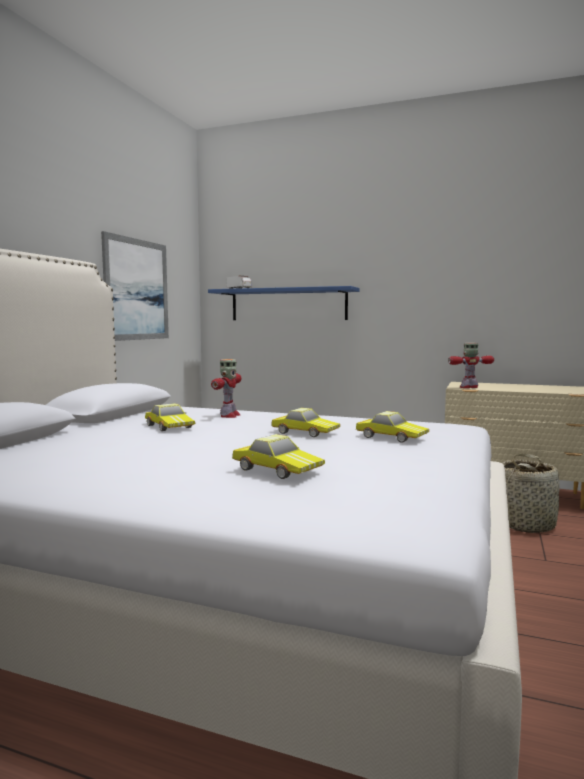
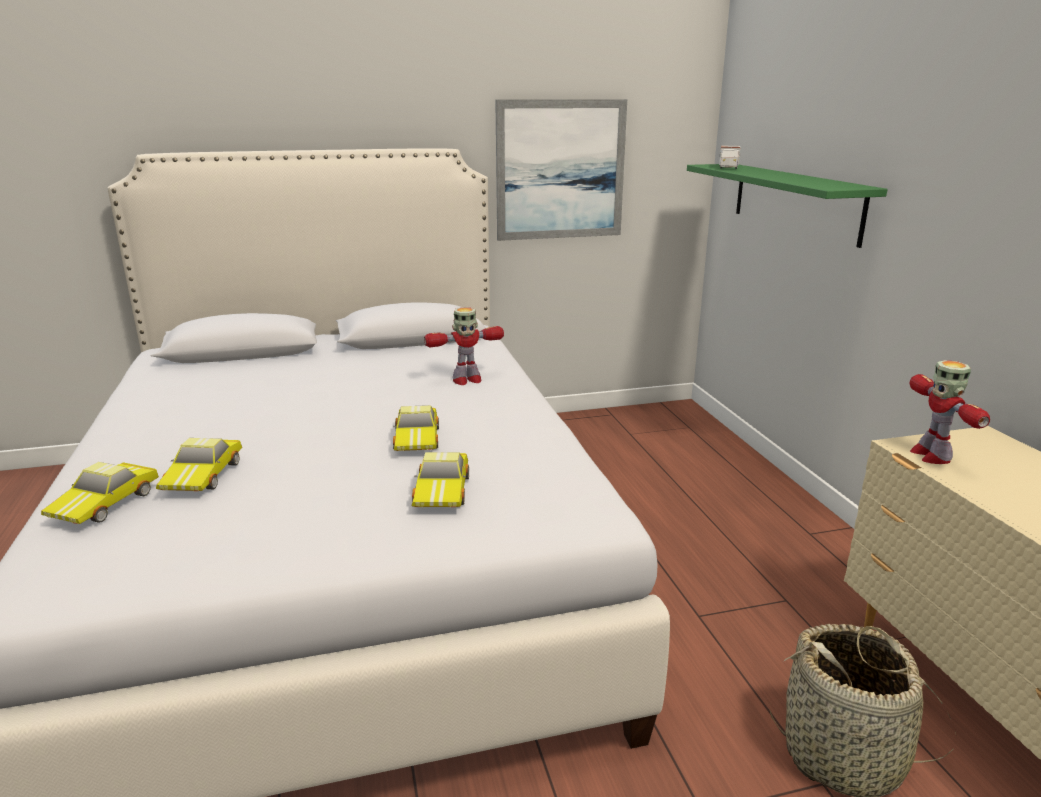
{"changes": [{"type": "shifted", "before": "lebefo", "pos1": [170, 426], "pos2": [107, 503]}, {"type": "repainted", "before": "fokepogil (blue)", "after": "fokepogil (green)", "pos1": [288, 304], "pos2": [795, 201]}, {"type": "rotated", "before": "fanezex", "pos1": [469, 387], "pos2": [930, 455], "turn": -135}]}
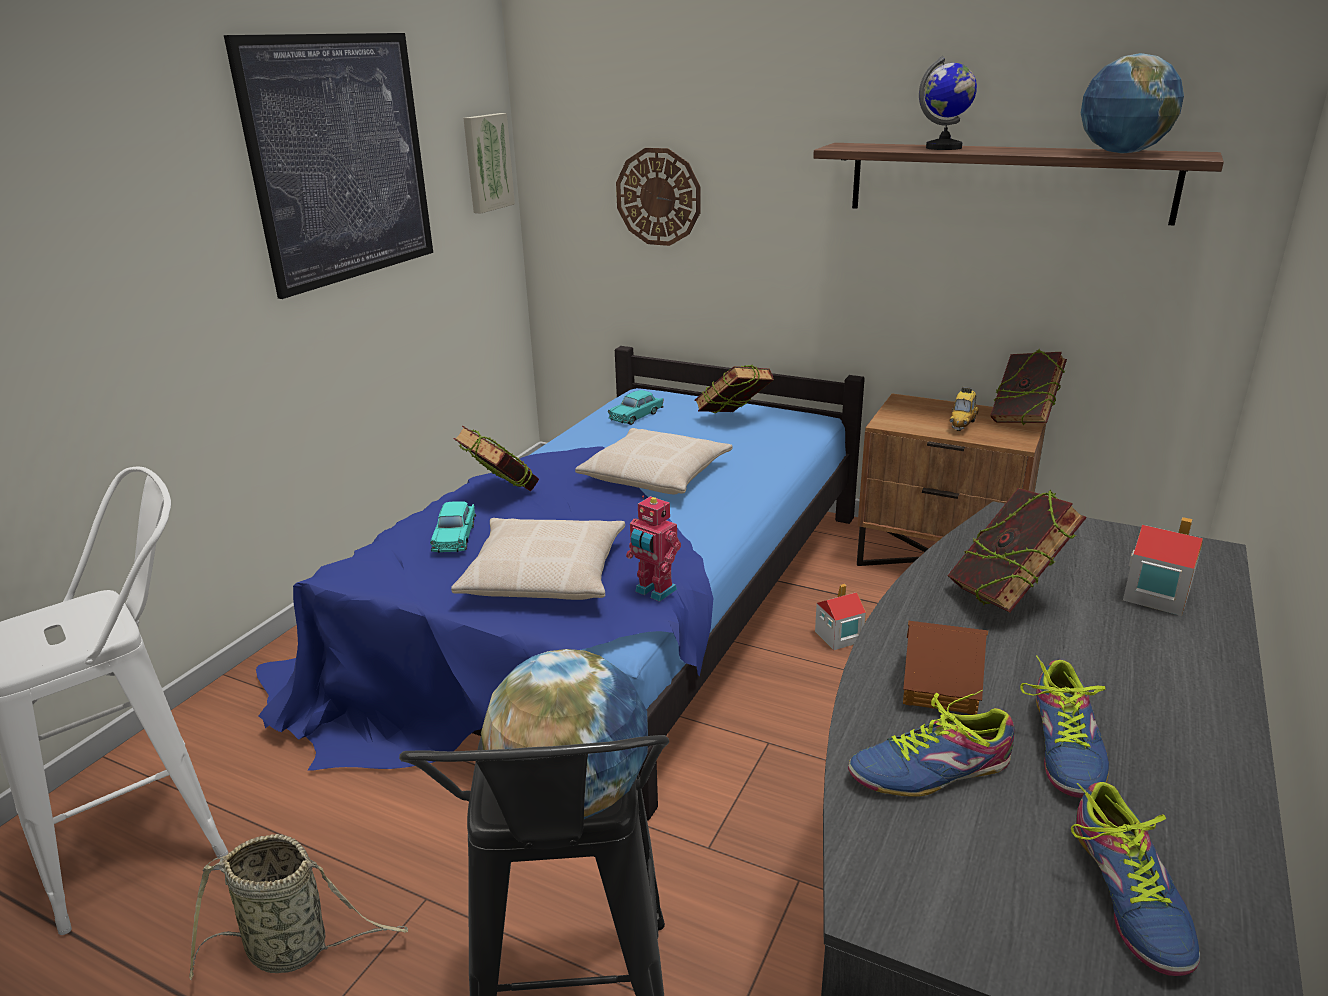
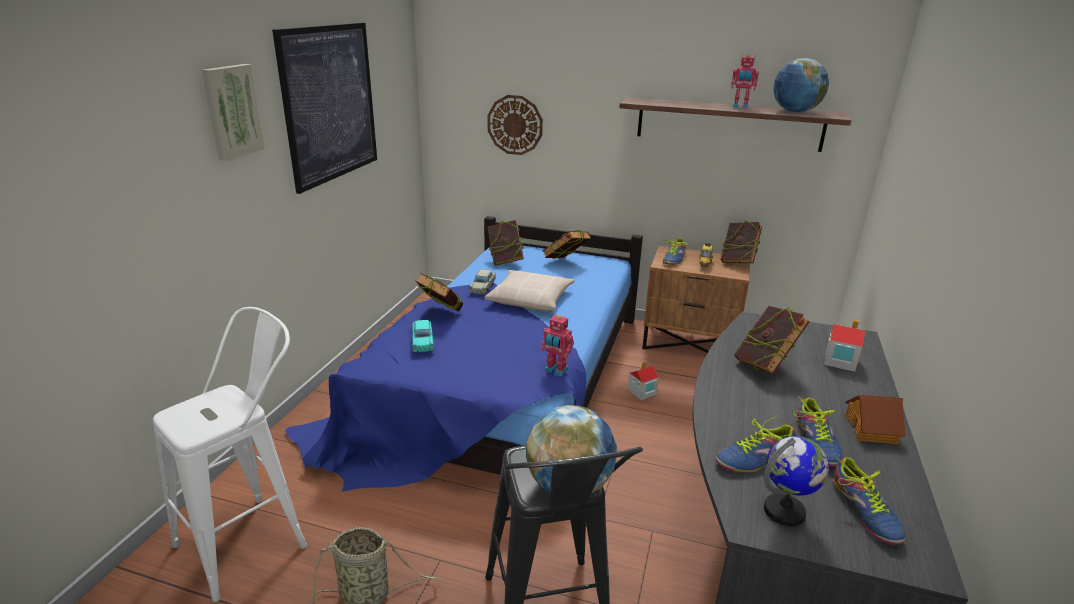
{"changes": [{"type": "gone", "before": "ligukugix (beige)", "pos1": [545, 574]}, {"type": "shifted", "before": "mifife", "pos1": [486, 162], "pos2": [231, 111]}, {"type": "swapped", "before": "lebefo (turquoise)", "after": "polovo", "pos1": [636, 416], "pos2": [505, 261]}, {"type": "shifted", "before": "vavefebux", "pos1": [941, 686], "pos2": [871, 429]}, {"type": "shifted", "before": "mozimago", "pos1": [944, 148], "pos2": [784, 512]}, {"type": "new", "after": "lebefo (beige)", "pos2": [483, 287]}, {"type": "new", "after": "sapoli", "pos2": [674, 259]}, {"type": "new", "after": "fanezex", "pos2": [740, 107]}]}
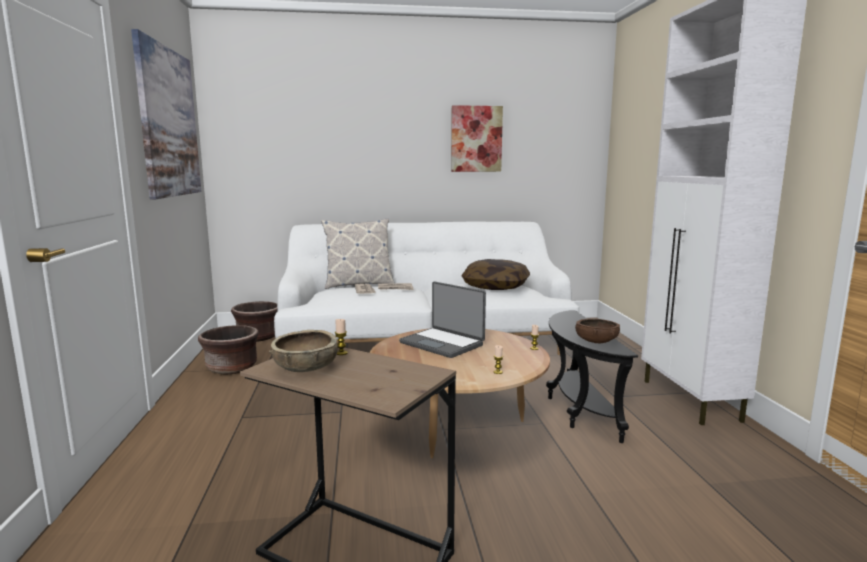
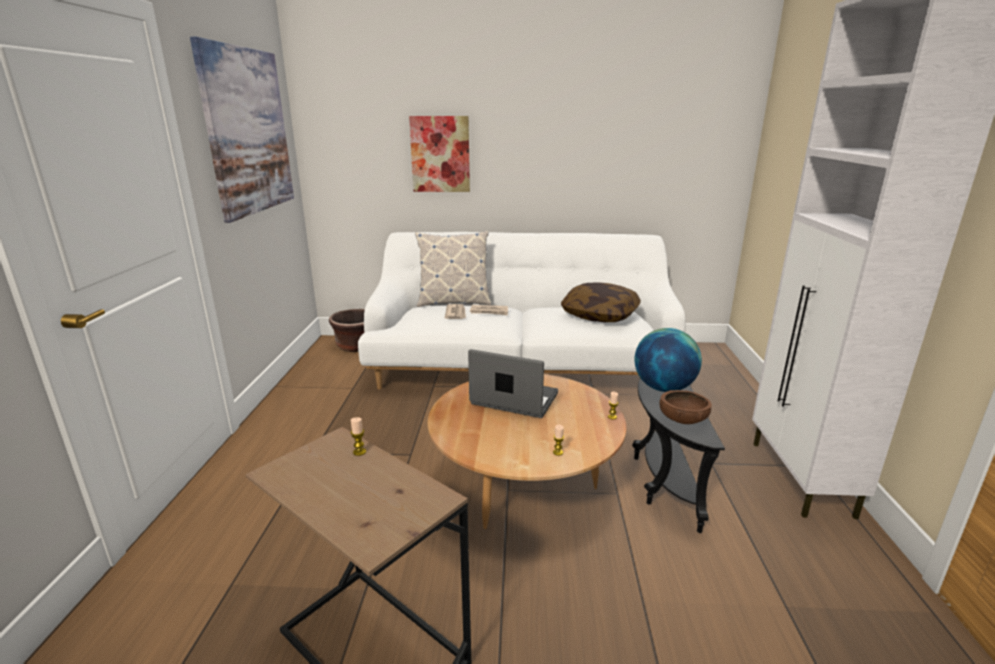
{"changes": [{"type": "gone", "before": "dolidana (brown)", "pos1": [231, 368]}, {"type": "gone", "before": "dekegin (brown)", "pos1": [305, 368]}, {"type": "rotated", "before": "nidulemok", "pos1": [443, 343], "pos2": [513, 400], "turn": 150}, {"type": "shifted", "before": "mifife", "pos1": [476, 139], "pos2": [440, 154]}, {"type": "new", "after": "mozimago", "pos2": [663, 388]}]}
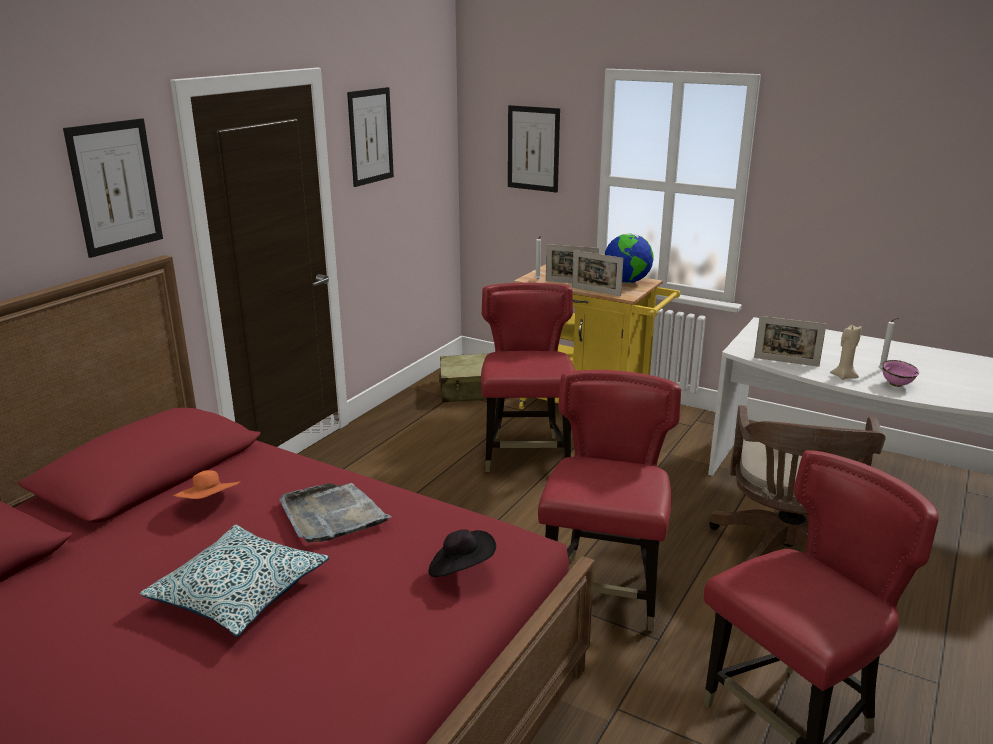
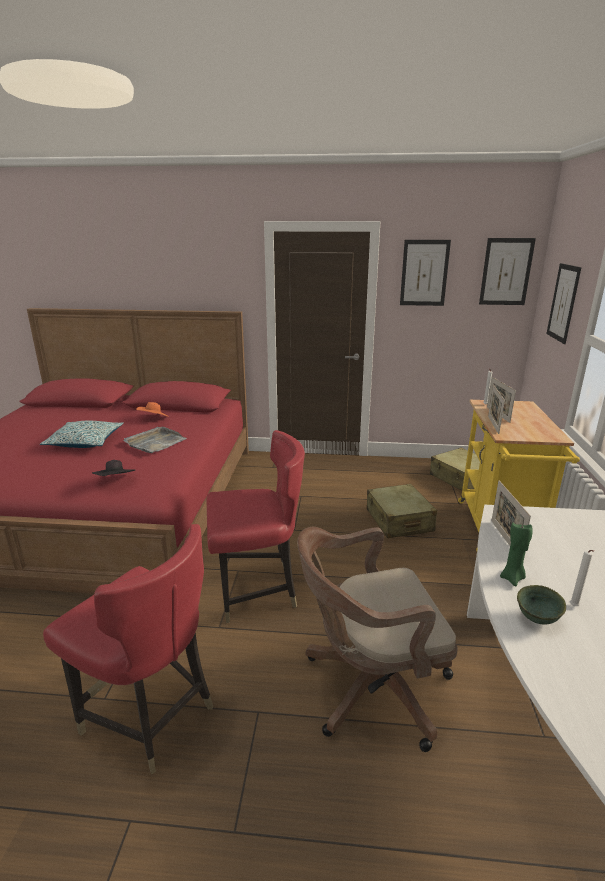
{"changes": [{"type": "shifted", "before": "mifife", "pos1": [115, 187], "pos2": [506, 272]}, {"type": "swapped", "before": "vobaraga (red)", "after": "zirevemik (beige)", "pos1": [526, 454], "pos2": [399, 520]}, {"type": "gone", "before": "mozimago", "pos1": [627, 282]}, {"type": "repainted", "before": "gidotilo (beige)", "after": "gidotilo (green)", "pos1": [843, 376], "pos2": [512, 578]}, {"type": "repainted", "before": "dekegin (pink)", "after": "dekegin (green)", "pos1": [896, 384], "pos2": [538, 619]}]}
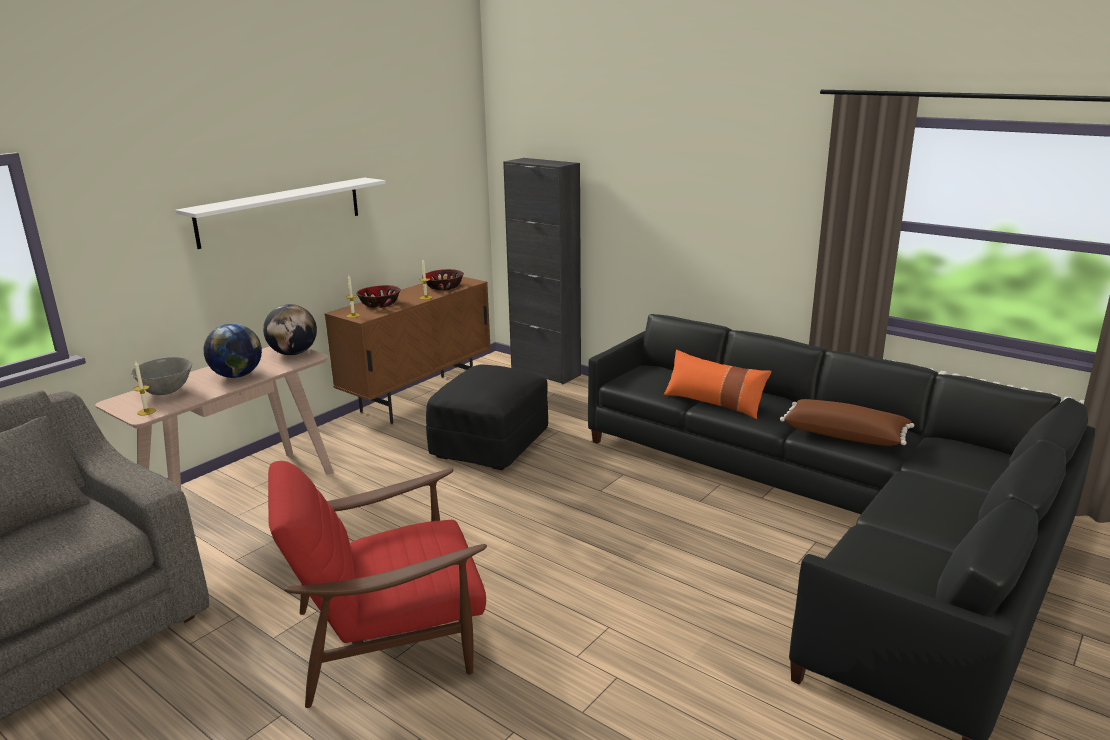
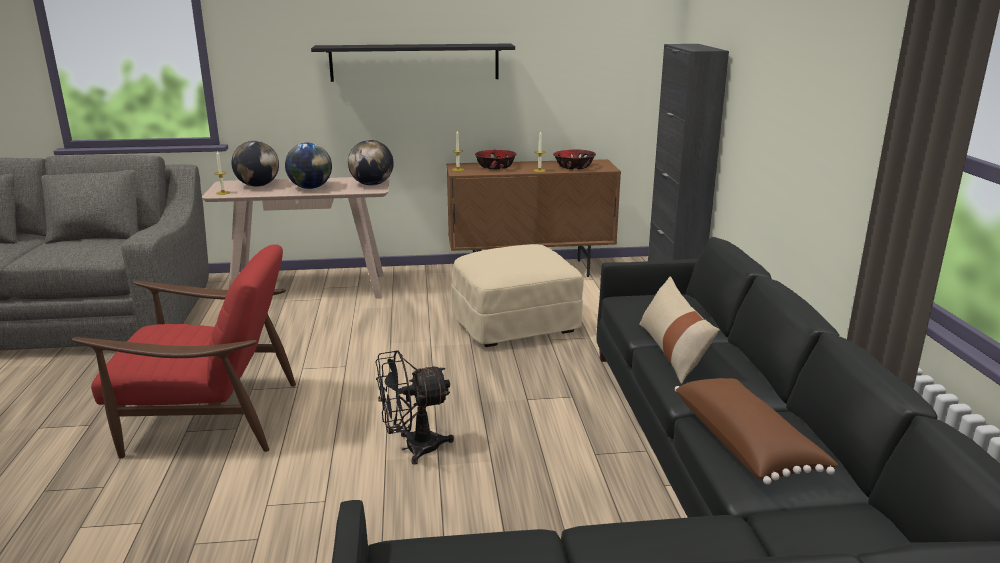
{"changes": [{"type": "swapped", "before": "dekegin (grey)", "after": "mozimago", "pos1": [166, 392], "pos2": [258, 185]}, {"type": "repainted", "before": "fokepogil (white)", "after": "fokepogil (black)", "pos1": [281, 211], "pos2": [414, 62]}, {"type": "rotated", "before": "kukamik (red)", "pos1": [389, 637], "pos2": [207, 417], "turn": 150}, {"type": "repainted", "before": "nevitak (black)", "after": "nevitak (beige)", "pos1": [491, 444], "pos2": [515, 324]}, {"type": "repainted", "before": "ligukugix (orange)", "after": "ligukugix (beige)", "pos1": [714, 402], "pos2": [673, 351]}, {"type": "new", "after": "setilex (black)", "pos2": [413, 448]}]}
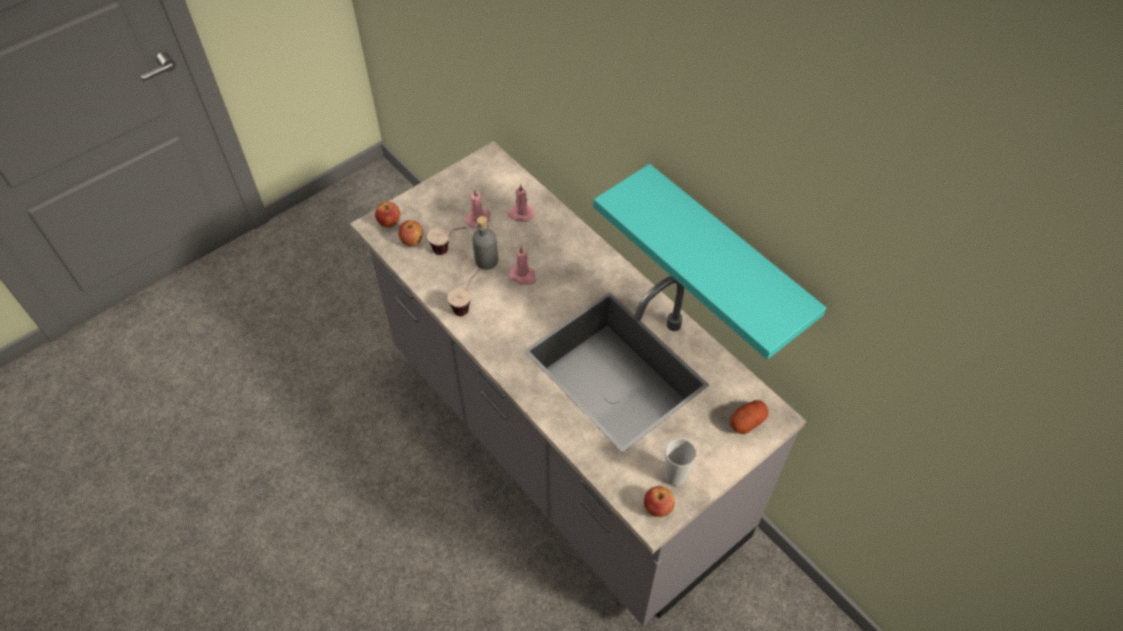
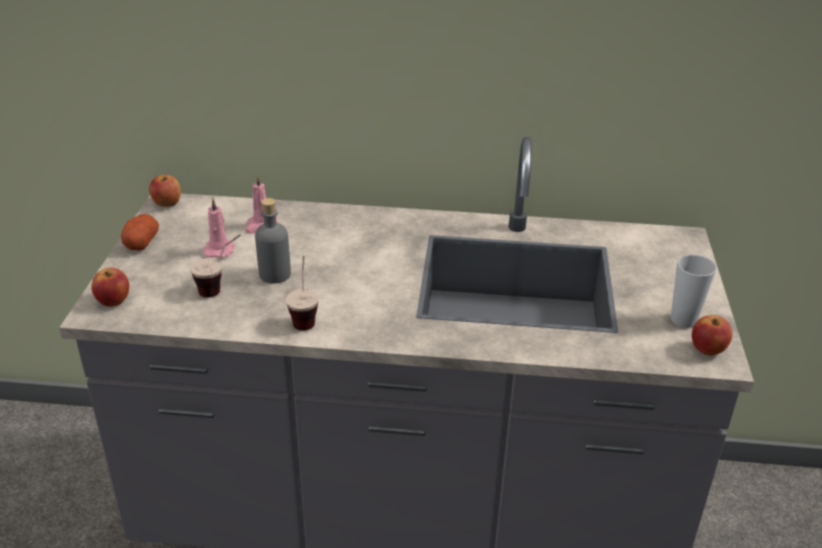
{"changes": [{"type": "shifted", "before": "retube", "pos1": [412, 241], "pos2": [167, 204]}, {"type": "gone", "before": "gidotilo (pink)", "pos1": [523, 276]}, {"type": "gone", "before": "fokepogil (turquoise)", "pos1": [727, 258]}, {"type": "shifted", "before": "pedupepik", "pos1": [747, 421], "pos2": [141, 242]}]}
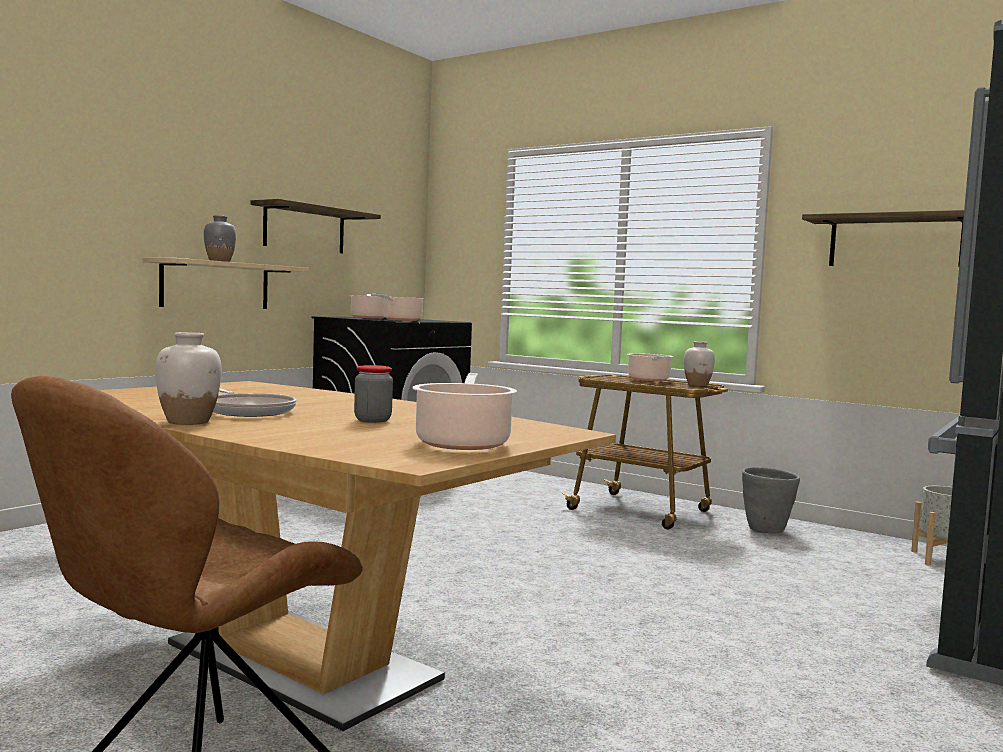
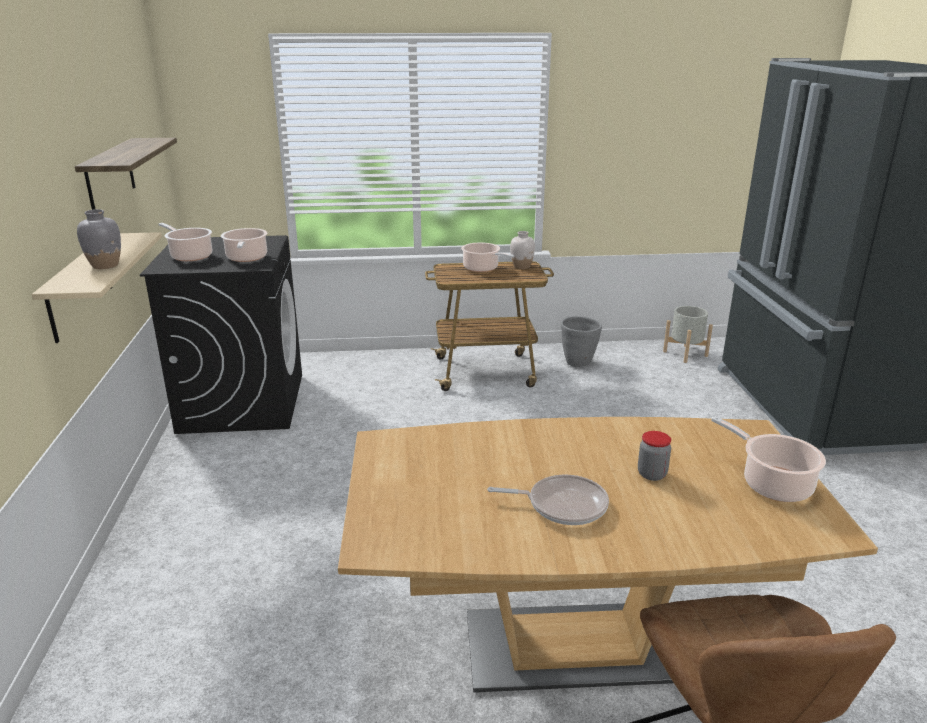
{"changes": [{"type": "gone", "before": "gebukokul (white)", "pos1": [188, 422]}, {"type": "gone", "before": "fokepogil", "pos1": [895, 242]}]}
